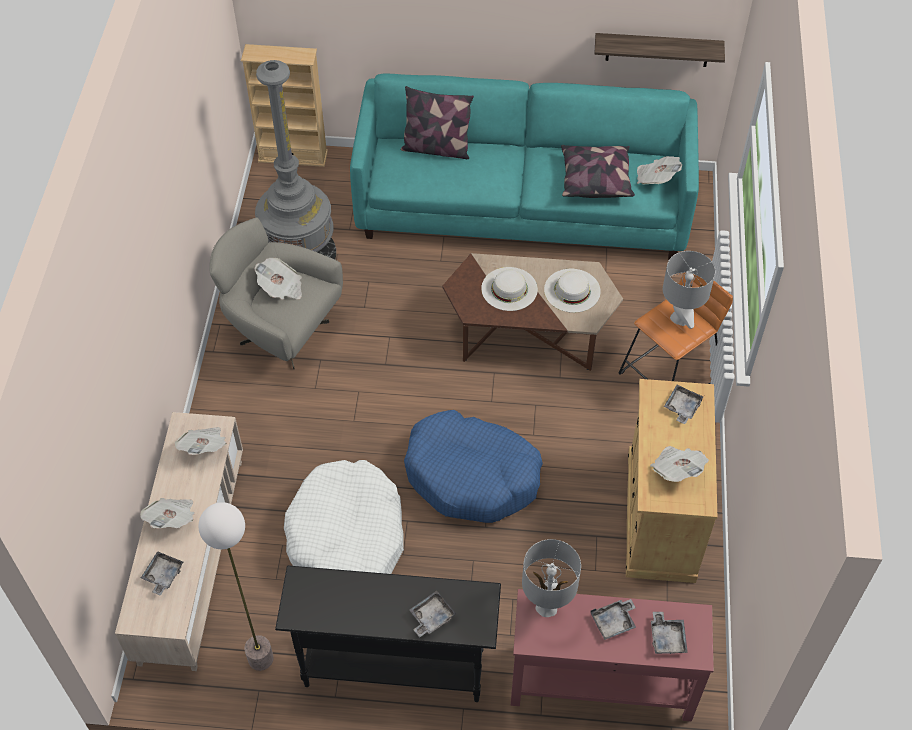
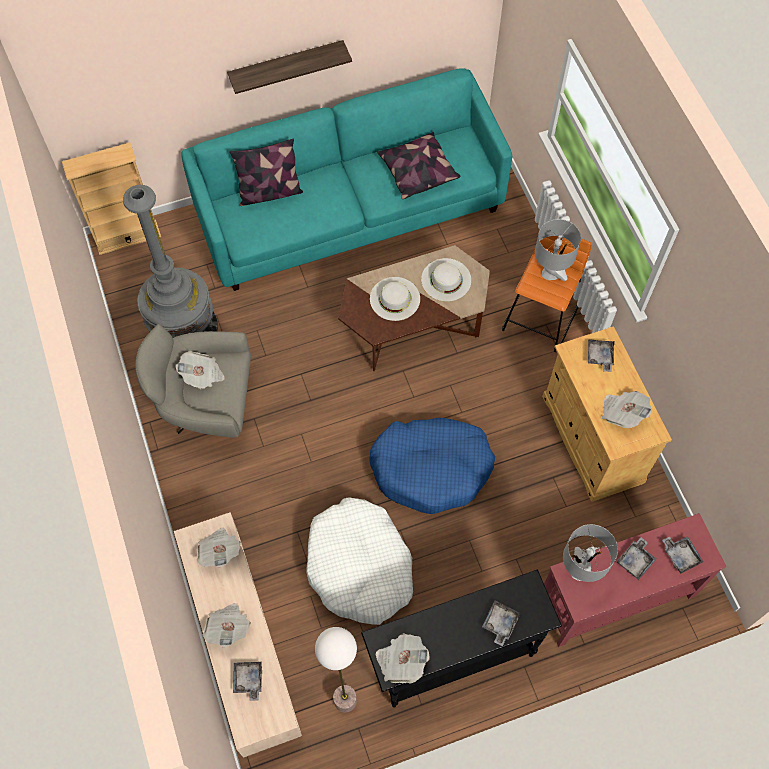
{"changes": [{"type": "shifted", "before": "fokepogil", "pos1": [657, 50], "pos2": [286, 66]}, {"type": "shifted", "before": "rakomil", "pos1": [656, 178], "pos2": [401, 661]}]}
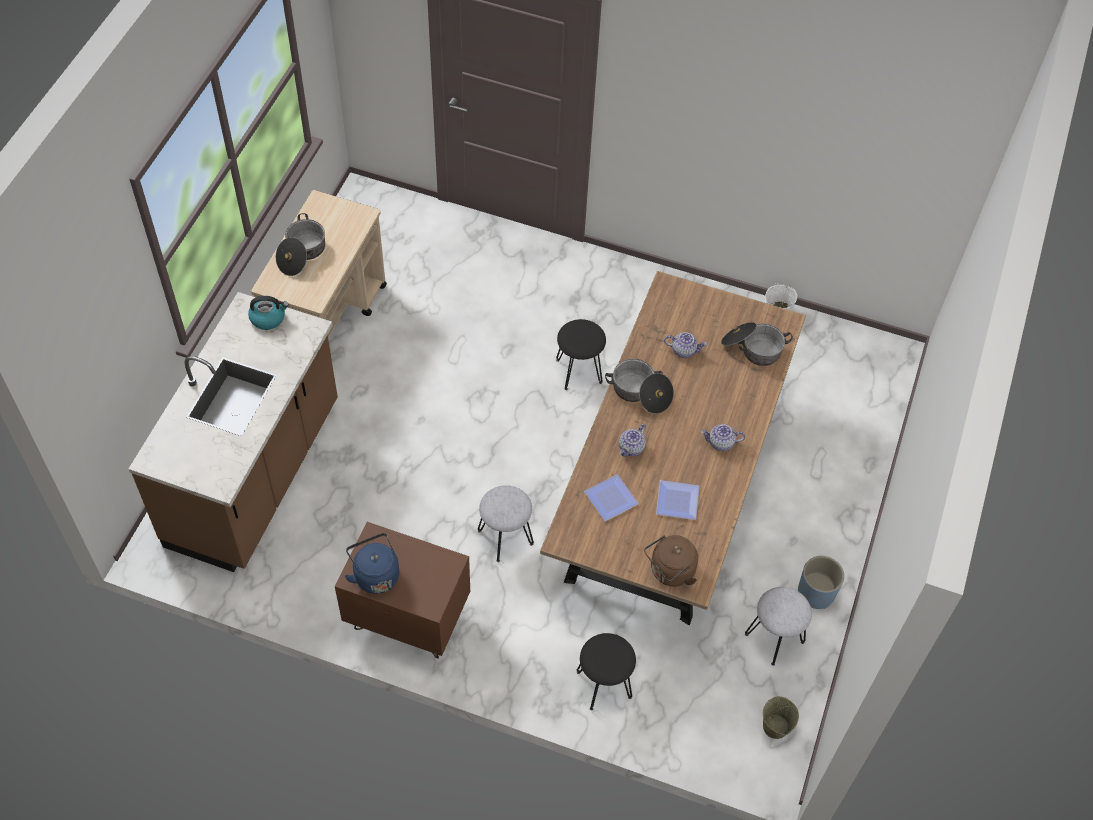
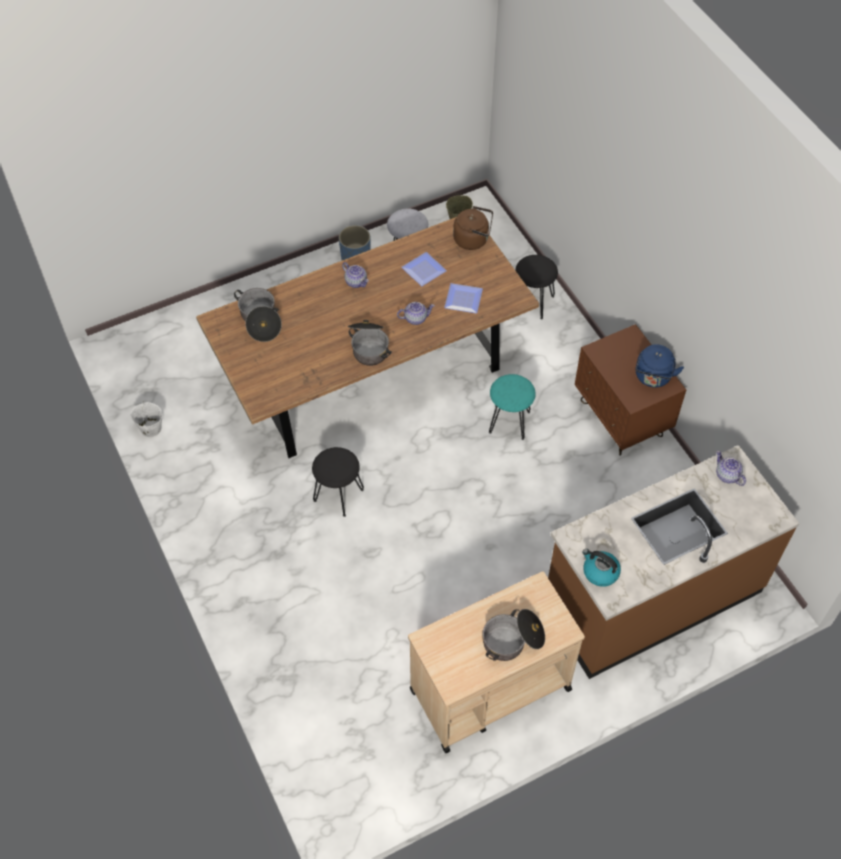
{"changes": [{"type": "repainted", "before": "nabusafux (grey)", "after": "nabusafux (turquoise)", "pos1": [505, 537], "pos2": [509, 422]}, {"type": "shifted", "before": "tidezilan", "pos1": [684, 350], "pos2": [727, 475]}]}
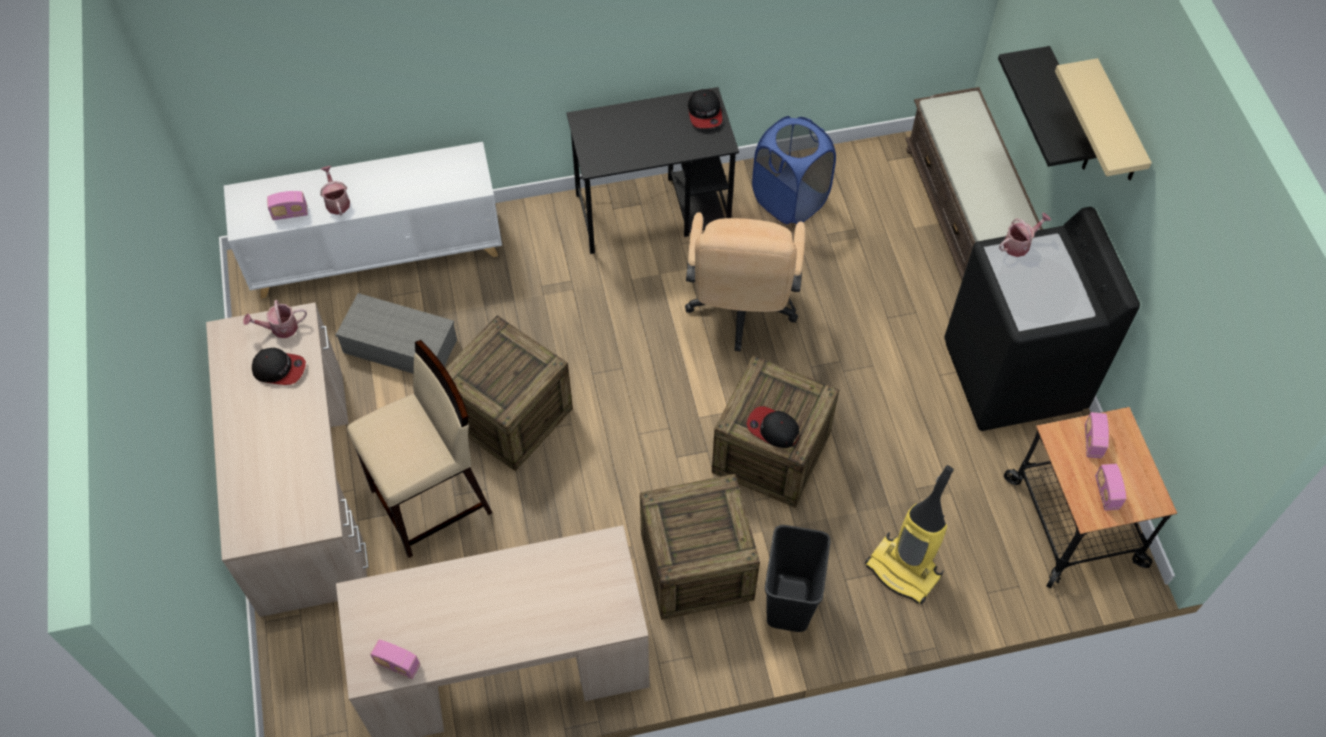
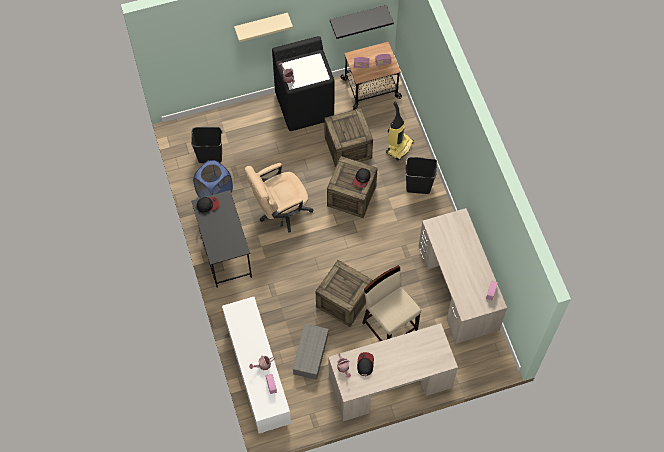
{"changes": [{"type": "shifted", "before": "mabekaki", "pos1": [696, 566], "pos2": [348, 147]}, {"type": "rotated", "before": "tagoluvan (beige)", "pos1": [741, 311], "pos2": [280, 211], "turn": 150}, {"type": "gone", "before": "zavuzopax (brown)", "pos1": [965, 215]}, {"type": "shifted", "before": "fokepogil (black)", "pos1": [1070, 113], "pos2": [358, 17]}, {"type": "new", "after": "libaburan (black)", "pos2": [210, 157]}]}
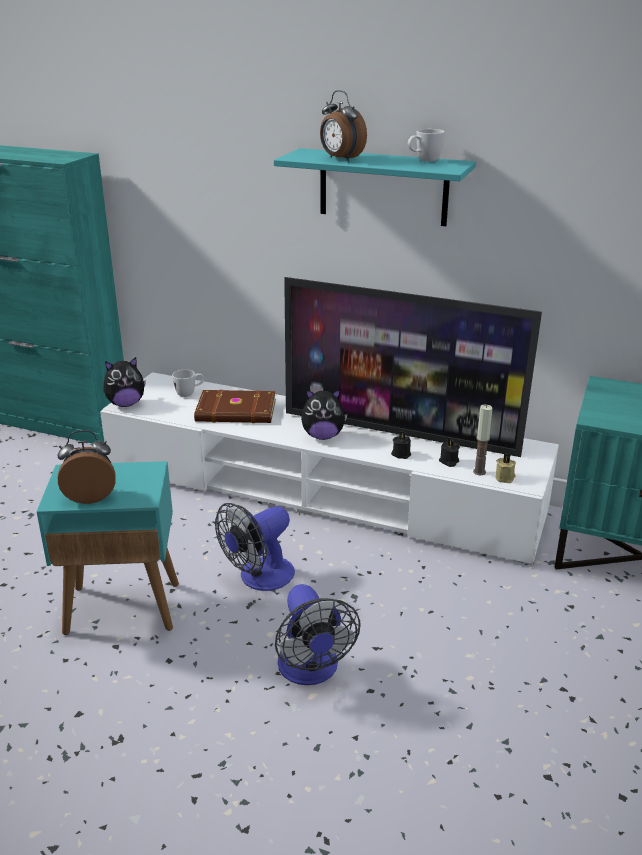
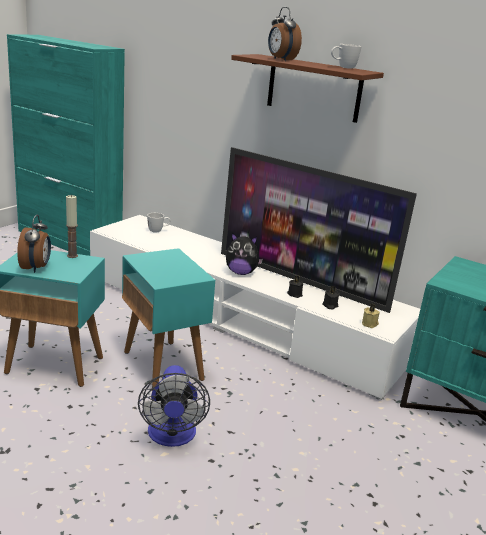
{"changes": [{"type": "rotated", "before": "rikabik", "pos1": [90, 496], "pos2": [36, 268], "turn": 90}, {"type": "gone", "before": "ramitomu", "pos1": [126, 404]}, {"type": "gone", "before": "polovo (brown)", "pos1": [236, 411]}, {"type": "swapped", "before": "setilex", "after": "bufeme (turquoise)", "pos1": [259, 578], "pos2": [163, 366]}, {"type": "repainted", "before": "fokepogil (turquoise)", "after": "fokepogil (brown)", "pos1": [383, 187], "pos2": [314, 88]}, {"type": "shifted", "before": "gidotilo", "pos1": [479, 472], "pos2": [72, 256]}]}
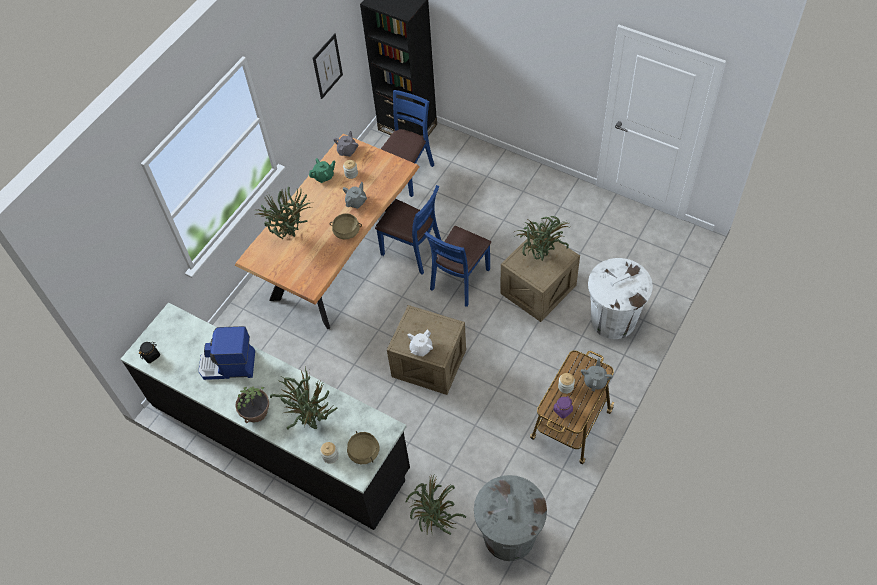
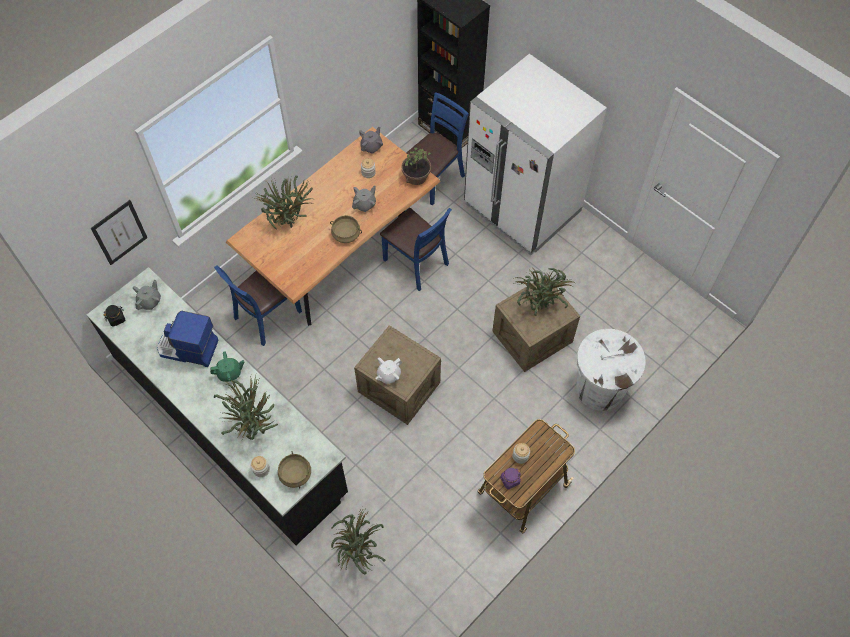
{"changes": [{"type": "shifted", "before": "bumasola", "pos1": [255, 411], "pos2": [416, 176]}, {"type": "shifted", "before": "tidezilan (green)", "pos1": [324, 176], "pos2": [229, 373]}, {"type": "shifted", "before": "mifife", "pos1": [327, 66], "pos2": [119, 232]}, {"type": "shifted", "before": "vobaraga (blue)", "pos1": [460, 280], "pos2": [267, 316]}, {"type": "gone", "before": "libaburan (grey)", "pos1": [509, 536]}, {"type": "shifted", "before": "tidezilan (grey)", "pos1": [595, 381], "pos2": [150, 301]}, {"type": "new", "after": "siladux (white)", "pos2": [522, 208]}]}
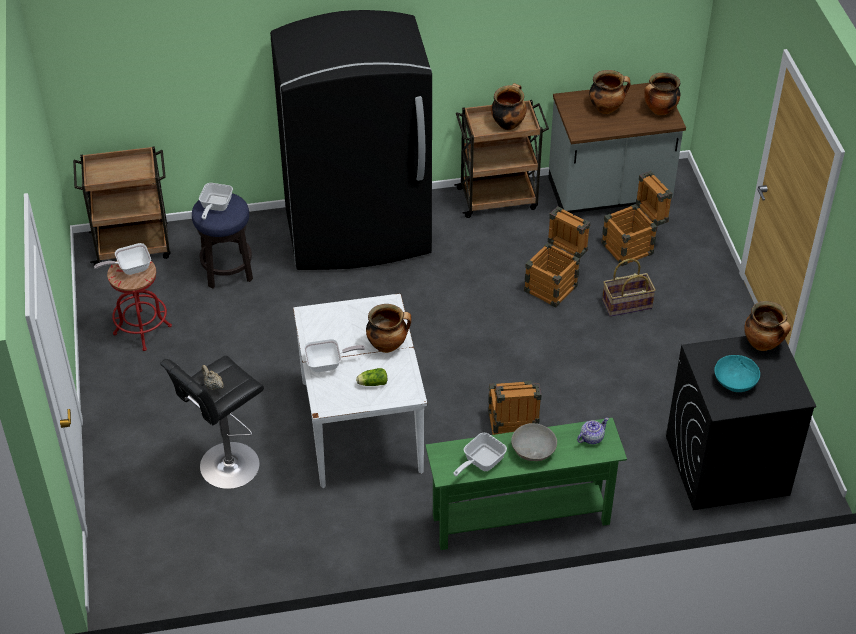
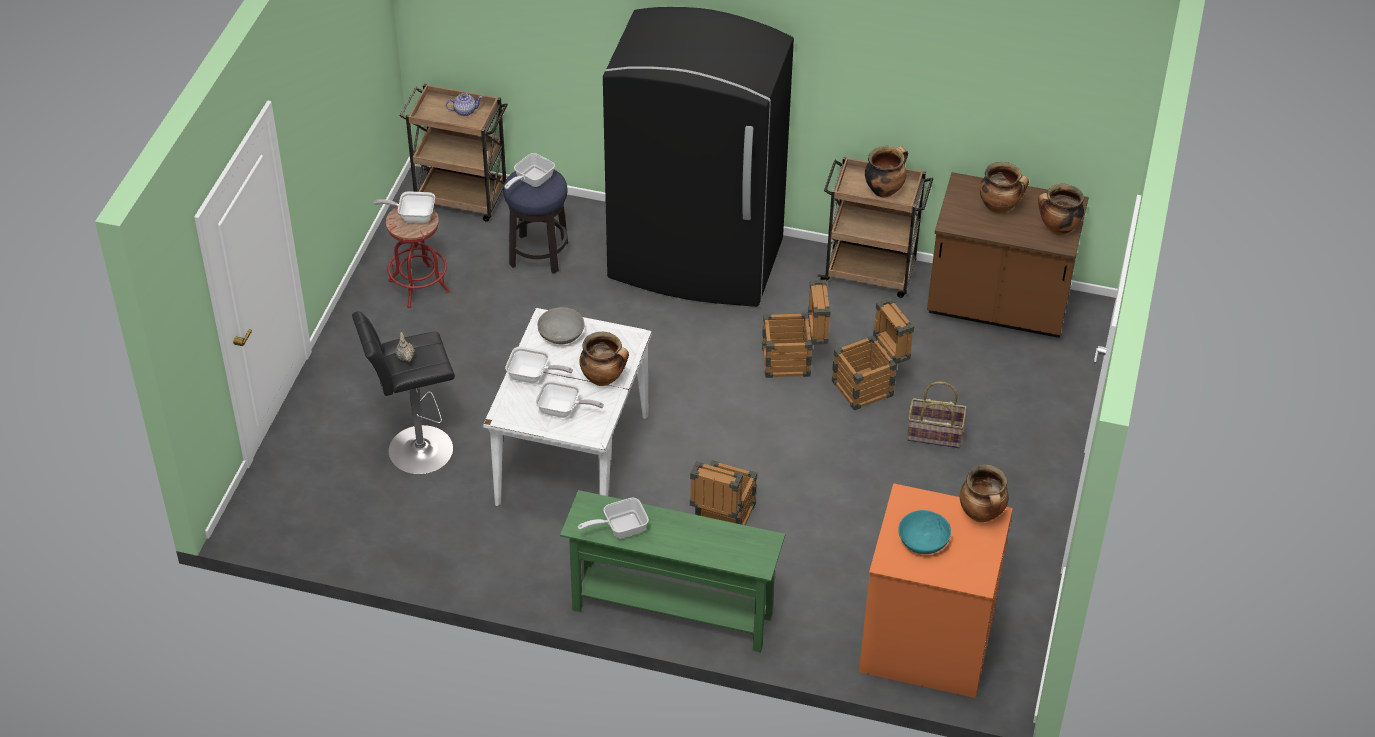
{"changes": [{"type": "swapped", "before": "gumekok", "after": "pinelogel", "pos1": [371, 383], "pos2": [563, 410]}, {"type": "shifted", "before": "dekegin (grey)", "pos1": [533, 450], "pos2": [561, 334]}, {"type": "repainted", "before": "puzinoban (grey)", "after": "puzinoban (brown)", "pos1": [609, 194], "pos2": [997, 308]}, {"type": "shifted", "before": "tidezilan", "pos1": [591, 438], "pos2": [464, 111]}, {"type": "shifted", "before": "mabekaki", "pos1": [633, 246], "pos2": [794, 361]}, {"type": "repainted", "before": "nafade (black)", "after": "nafade (orange)", "pos1": [726, 466], "pos2": [926, 641]}]}
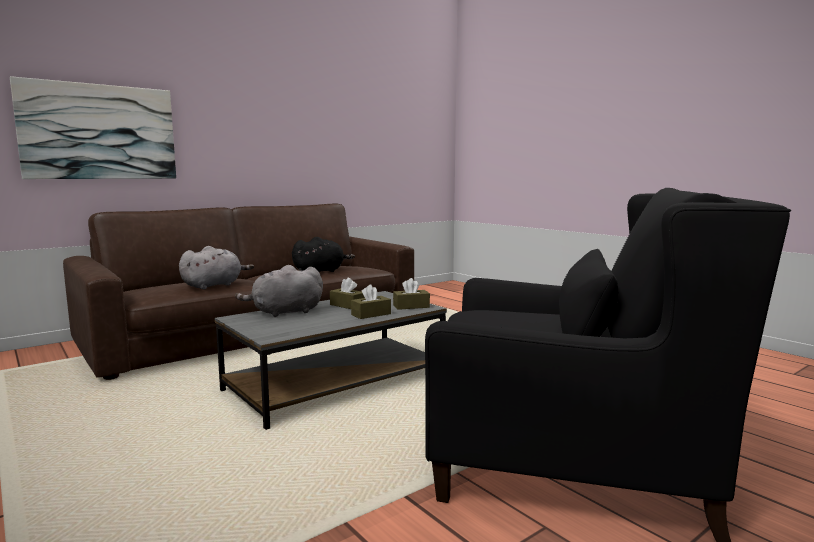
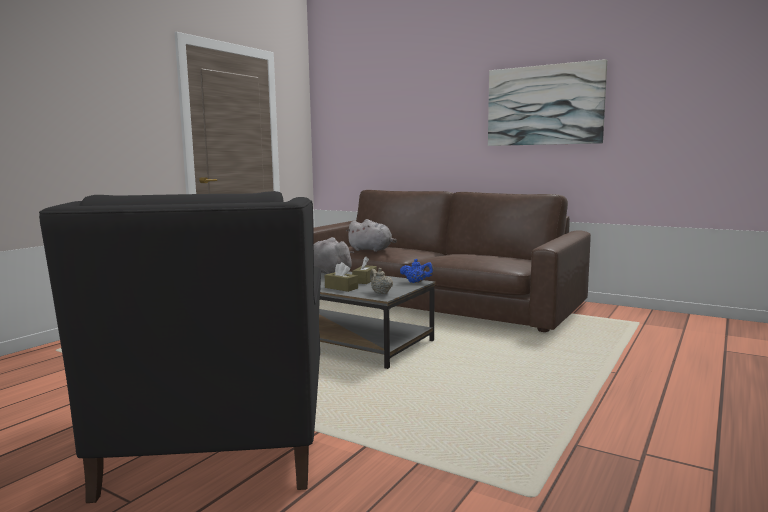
{"changes": [{"type": "shifted", "before": "mifife", "pos1": [99, 132], "pos2": [544, 105]}, {"type": "gone", "before": "ramitomu (black)", "pos1": [320, 271]}, {"type": "swapped", "before": "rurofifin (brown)", "after": "tidezilan (beige)", "pos1": [411, 306], "pos2": [380, 293]}, {"type": "new", "after": "tidezilan (blue)", "pos2": [416, 282]}]}
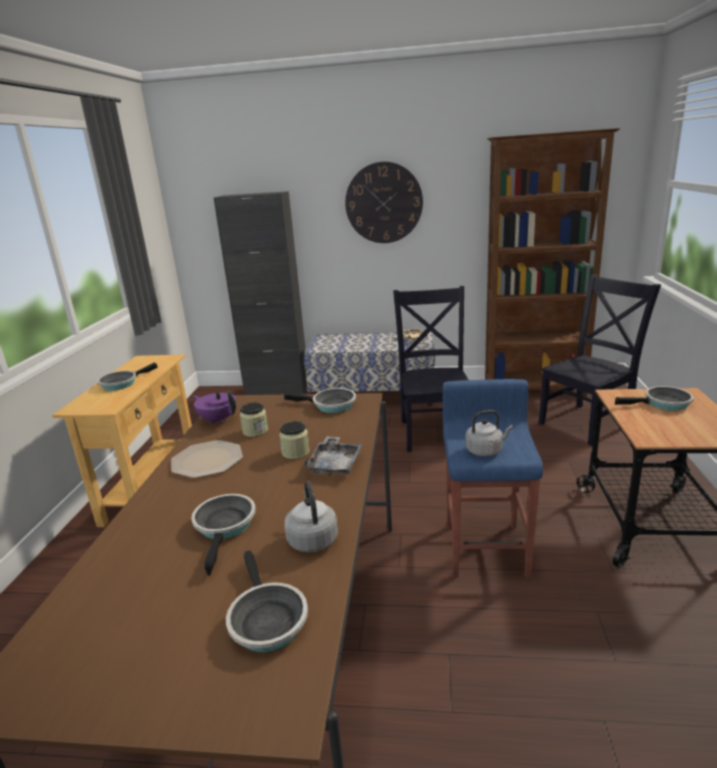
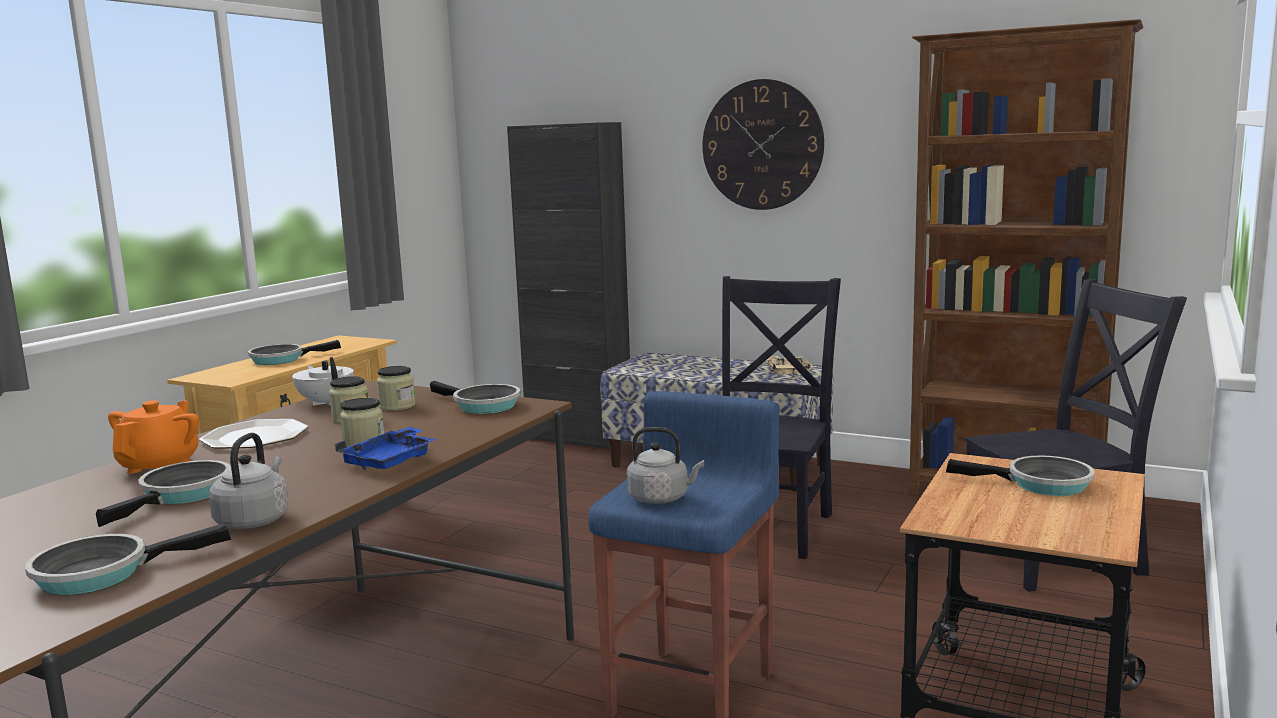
{"changes": [{"type": "repainted", "before": "tidezilan (purple)", "after": "tidezilan (white)", "pos1": [218, 420], "pos2": [326, 402]}, {"type": "rotated", "before": "pinelogel", "pos1": [266, 620], "pos2": [102, 573], "turn": 60}, {"type": "repainted", "before": "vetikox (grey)", "after": "vetikox (blue)", "pos1": [335, 464], "pos2": [391, 461]}, {"type": "new", "after": "tidezilan (orange)", "pos2": [160, 466]}, {"type": "new", "after": "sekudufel", "pos2": [397, 406]}]}
